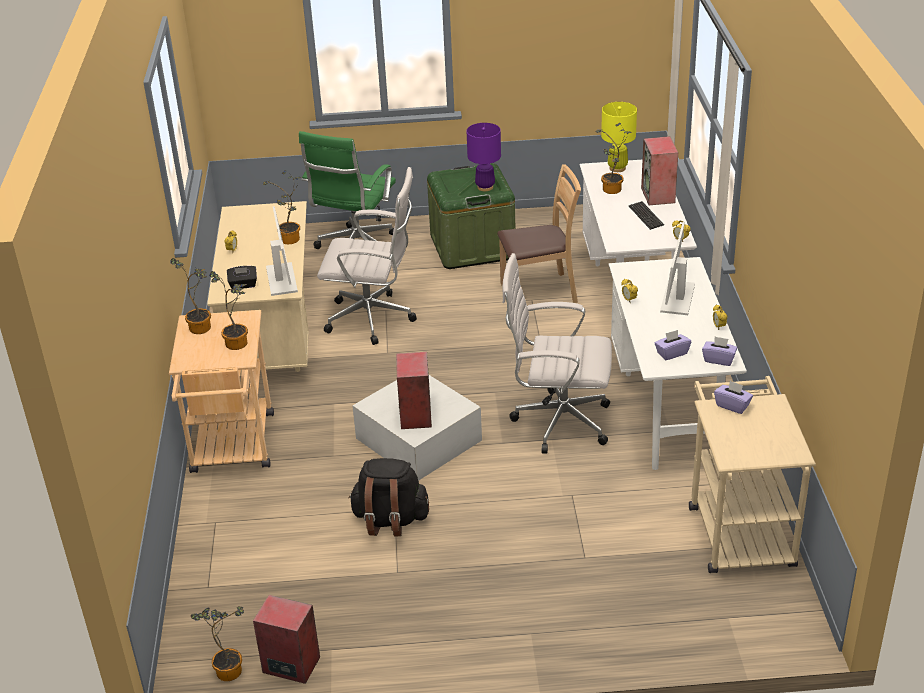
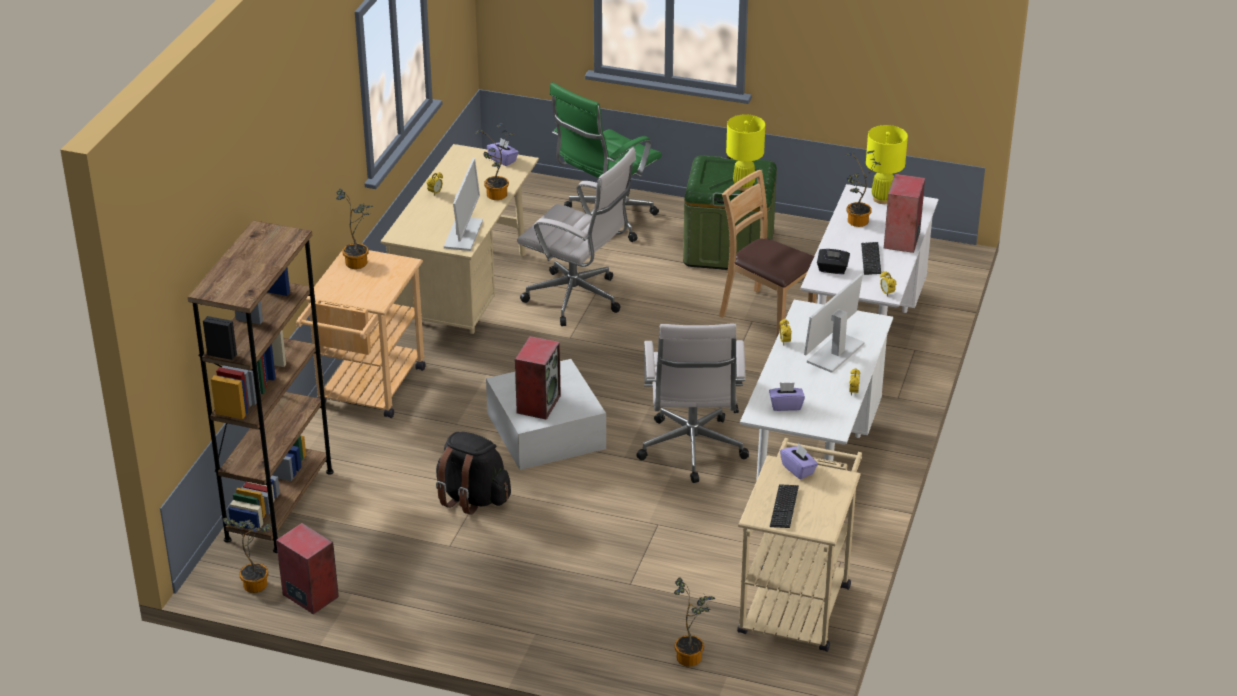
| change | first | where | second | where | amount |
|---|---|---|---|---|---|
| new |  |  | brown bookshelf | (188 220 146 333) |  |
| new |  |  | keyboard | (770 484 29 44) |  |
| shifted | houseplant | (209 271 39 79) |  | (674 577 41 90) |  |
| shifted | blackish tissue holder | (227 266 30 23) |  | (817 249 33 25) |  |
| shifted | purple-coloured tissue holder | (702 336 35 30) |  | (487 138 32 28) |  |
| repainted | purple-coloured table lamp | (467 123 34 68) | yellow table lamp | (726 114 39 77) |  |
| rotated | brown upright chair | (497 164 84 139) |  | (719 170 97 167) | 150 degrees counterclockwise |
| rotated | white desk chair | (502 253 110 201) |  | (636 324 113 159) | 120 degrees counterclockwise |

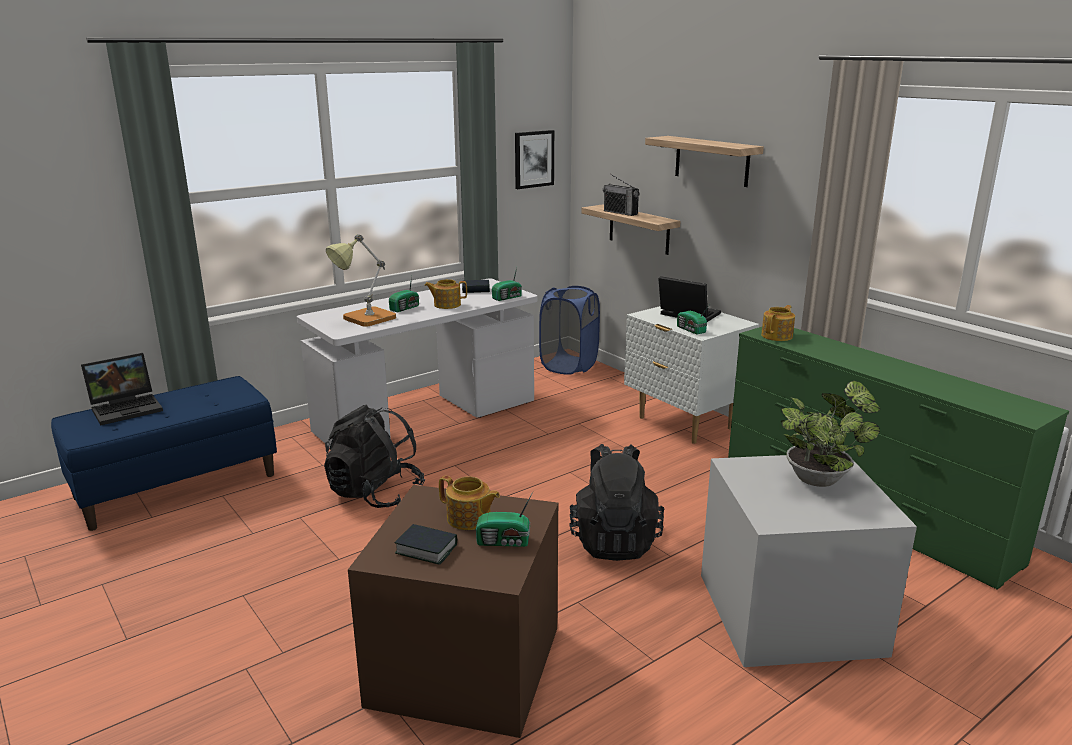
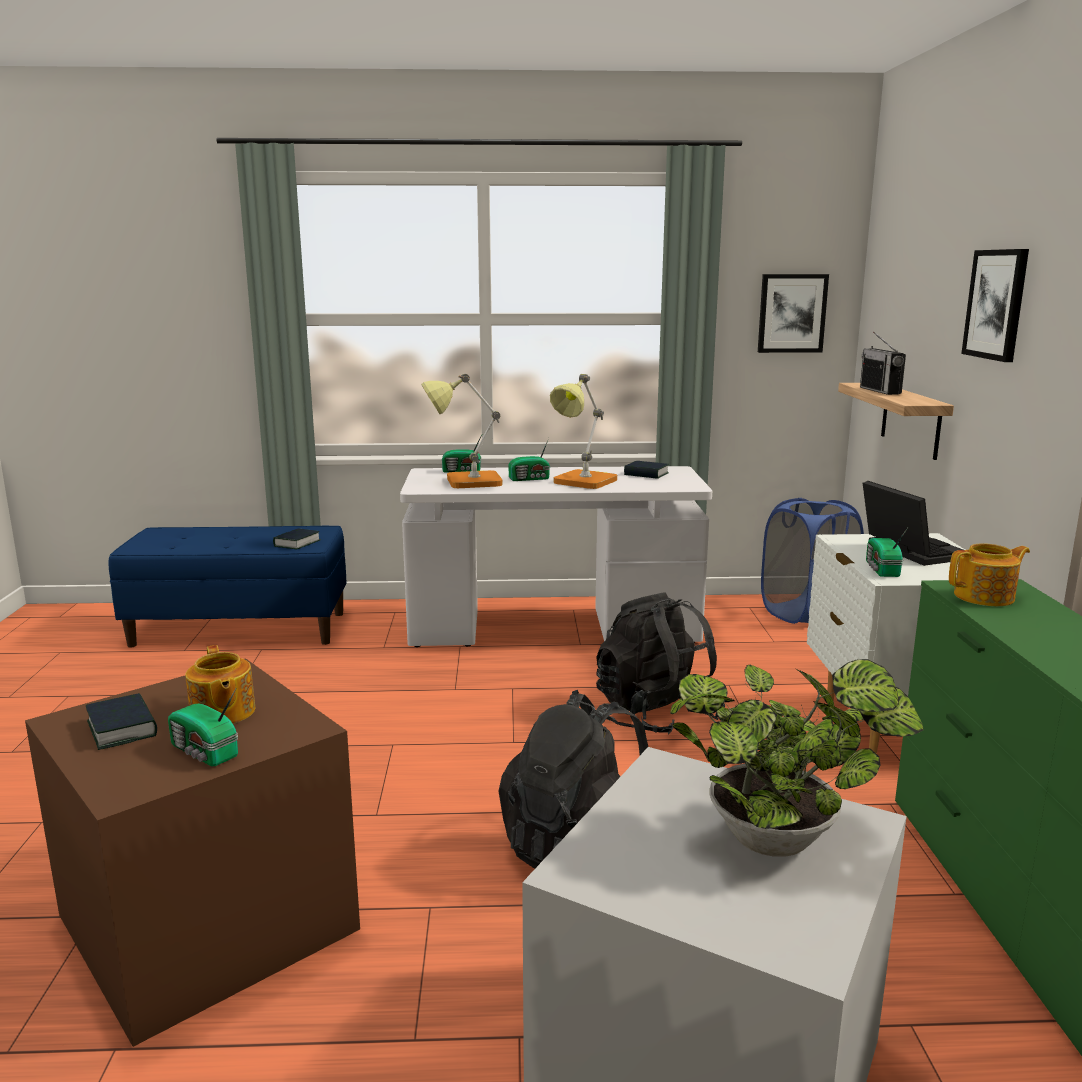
| change | first | where | second | where | amount |
|---|---|---|---|---|---|
| gone | notebook computer | (81 353 82 72) |  |  |  |
| new |  |  | volume | (273 528 48 21) |  |
| shifted | blackish rucksack | (324 405 101 103) |  | (596 592 129 143) |  |
| shifted | radio receiver | (492 267 30 34) |  | (442 433 41 40) |  |
| swapped | teapot | (424 279 43 30) | table lamp | (550 374 67 115) |  |
| swapped | shelf | (645 136 119 51) | picture | (961 249 68 113) |  |

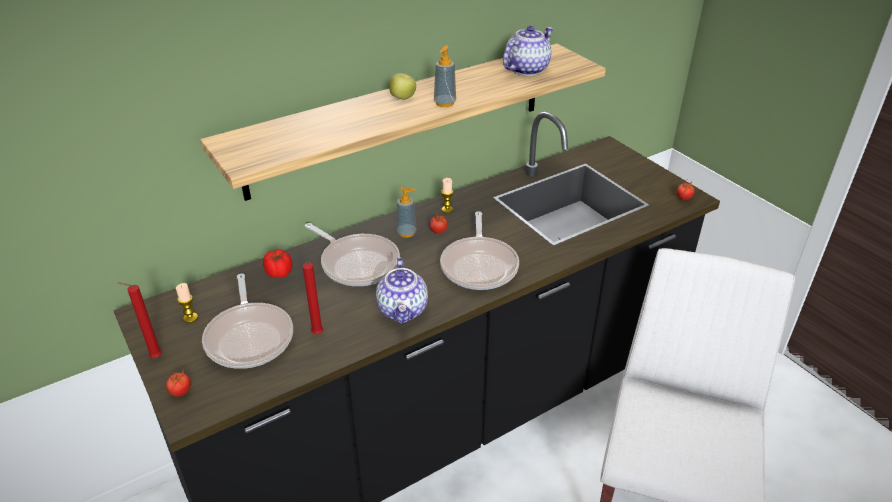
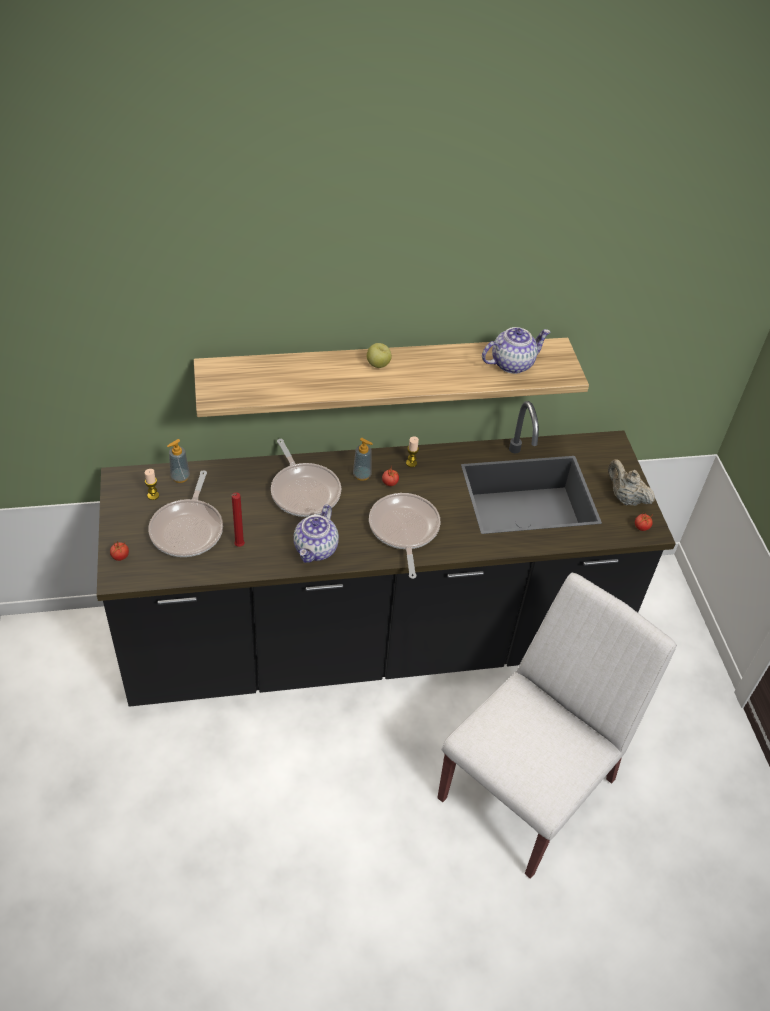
| change | first | where | second | where | amount |
|---|---|---|---|---|---|
| gone | red candle | (118 282 44 76) |  |  |  |
| gone | whole tomato | (263 249 29 29) |  |  |  |
| new |  |  | sand-coloured teapot | (608 459 47 47) |  |
| shifted | soap dispenser | (434 46 22 61) |  | (167 439 23 44) |  |
| rotated | pan | (440 211 79 79) |  | (369 493 71 86) | 150 degrees clockwise |

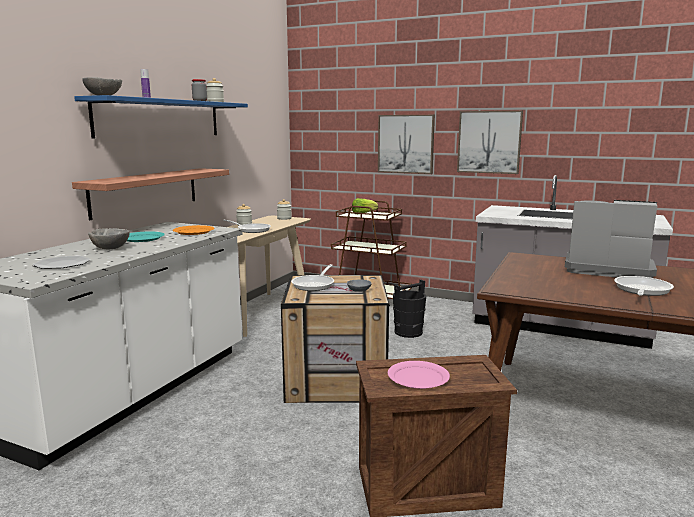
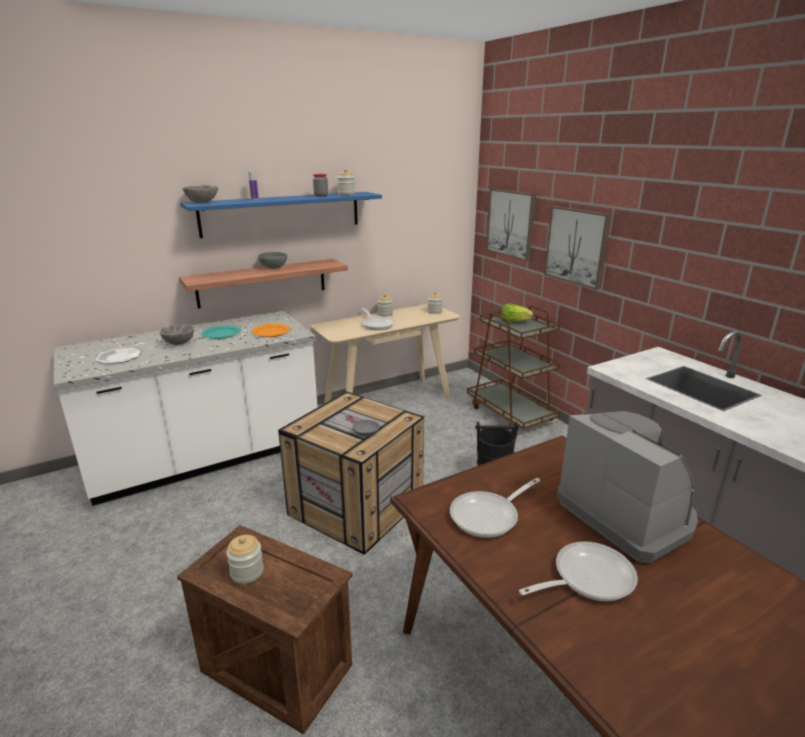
| change | first | where | second | where | amount |
|---|---|---|---|---|---|
| new |  |  | greyish deep dish | (258 252 29 17) |  |
| shifted | pan | (291 264 43 27) |  | (450 478 91 60) |  |
| shifted | picture | (457 111 66 63) |  | (486 189 50 72) |  |
| swapped | pinkish dinner plate | (388 361 62 28) | jar | (226 535 38 49) |  |

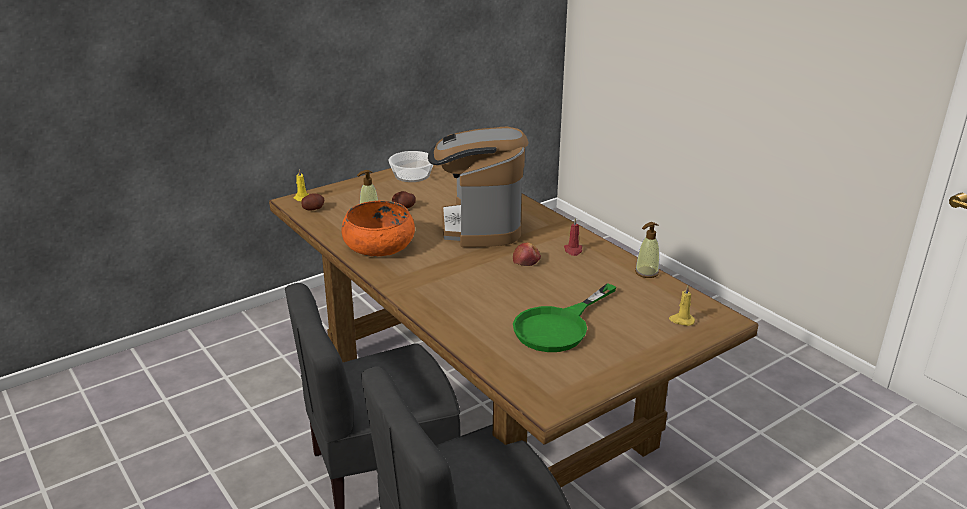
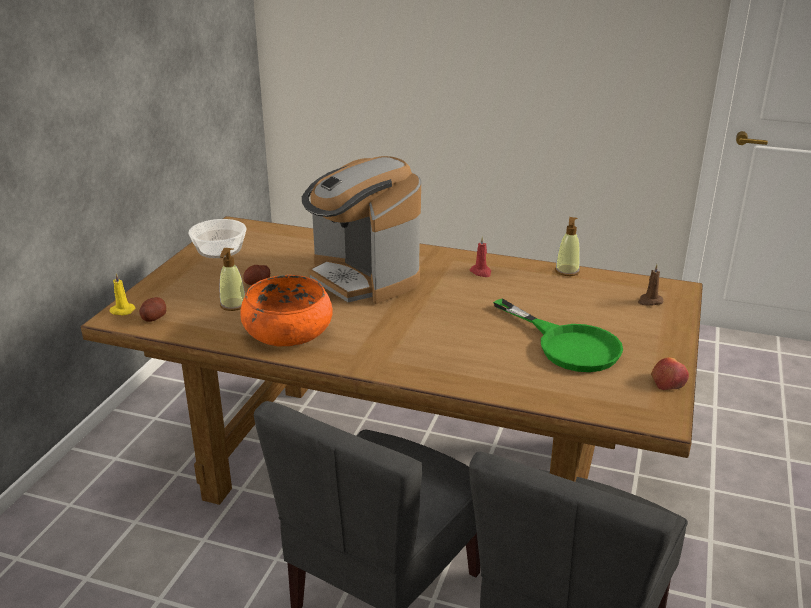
| change | first | where | second | where | amount |
|---|---|---|---|---|---|
| shifted | apple fruit | (513 242 28 24) |  | (651 357 38 33) |  |
| repainted | yellow candle | (669 285 26 41) | brown candle | (638 264 25 42) |  |
| rotated | green pan | (513 283 104 69) |  | (493 298 130 74) | 45 degrees counterclockwise |

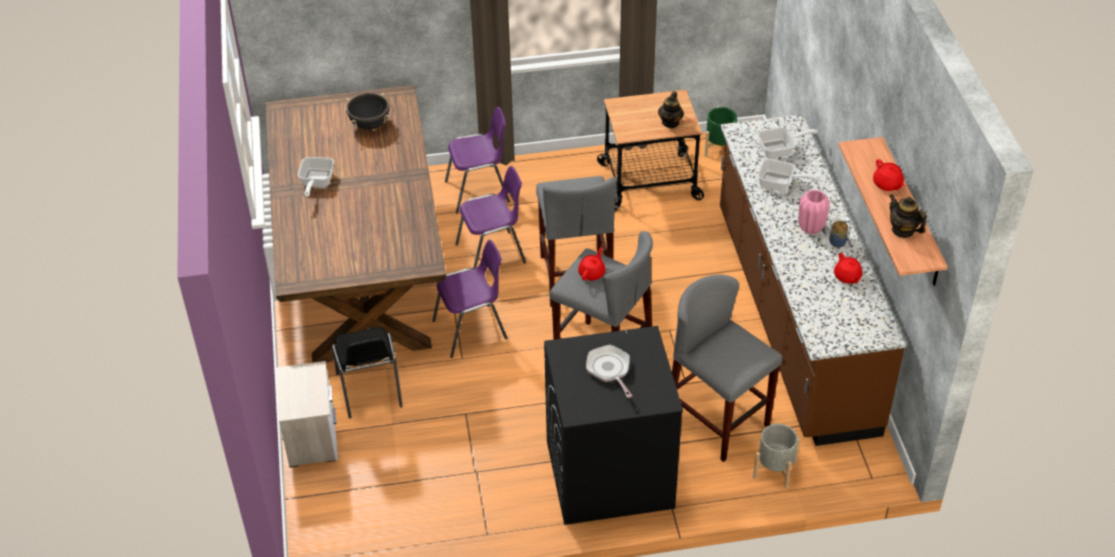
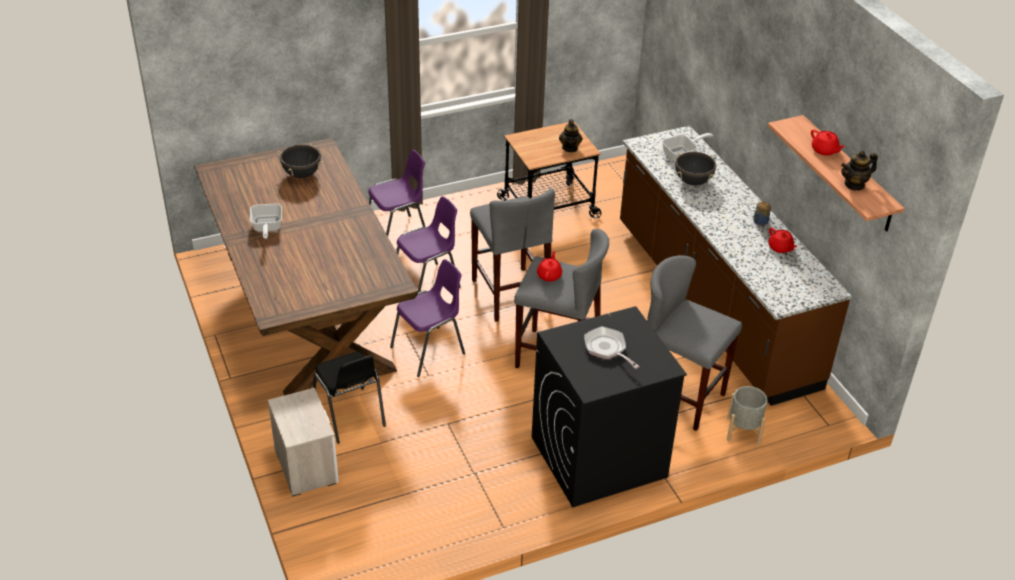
| change | first | where | second | where | amount |
|---|---|---|---|---|---|
| gone | green planter | (704 107 33 50) |  |  |  |
| gone | pinkish vase | (798 190 32 45) |  |  |  |
| swapped | pan | (758 159 62 32) | blackish stockpot | (675 152 41 33) |  |
| rotated | teapot | (889 194 38 44) |  | (841 151 37 39) | 60 degrees counterclockwise |

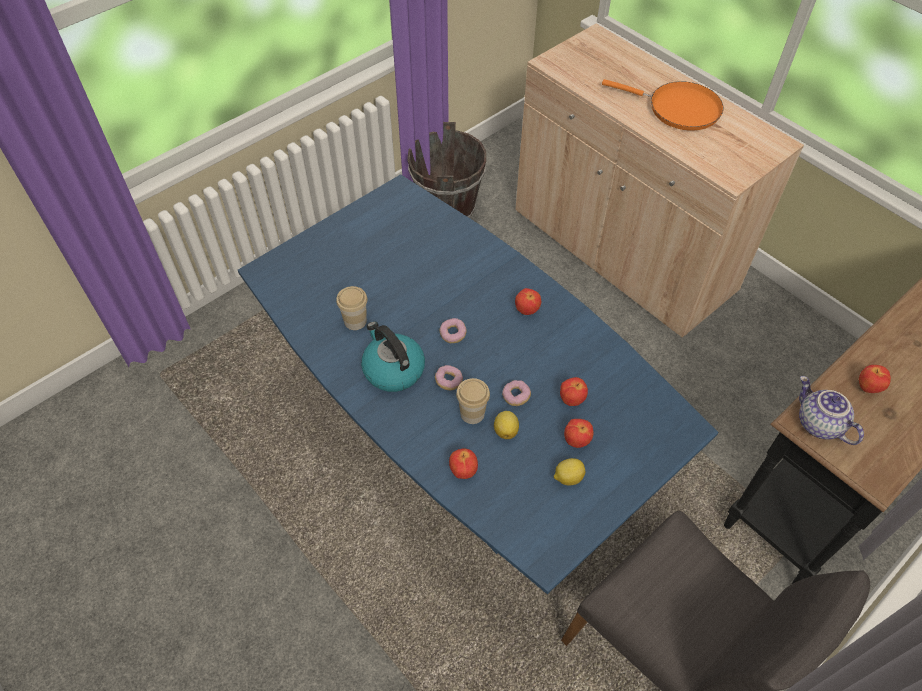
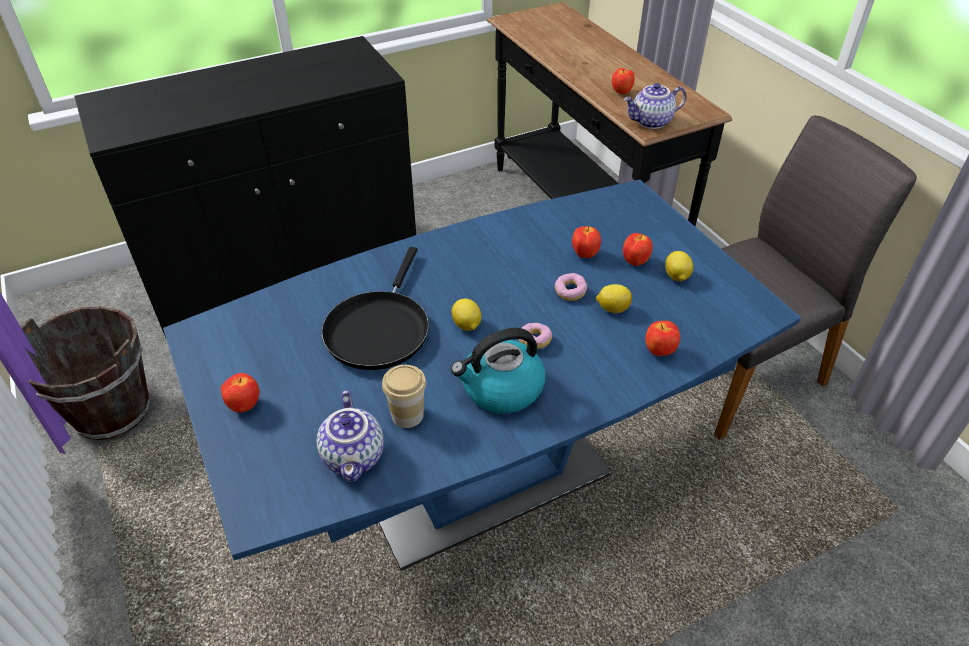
| change | first | where | second | where | amount |
|---|---|---|---|---|---|
| gone | drinking cup | (456 378 34 46) |  |  |  |
| gone | orange-coloured pan | (602 79 122 51) |  |  |  |
| new |  |  | teapot | (317 390 67 92) |  |
| new |  |  | blackish pan | (321 247 108 123) |  |
| shifted | apple fruit | (515 288 26 27) |  | (221 373 39 39) |  |
| swapped | ring doughnut | (440 318 27 25) | citrus fruit | (452 299 29 32) |  |
| repainted | sand-coloured storage cabinet | (515 24 289 313) | blackish storage cabinet | (74 36 342 302) |  |

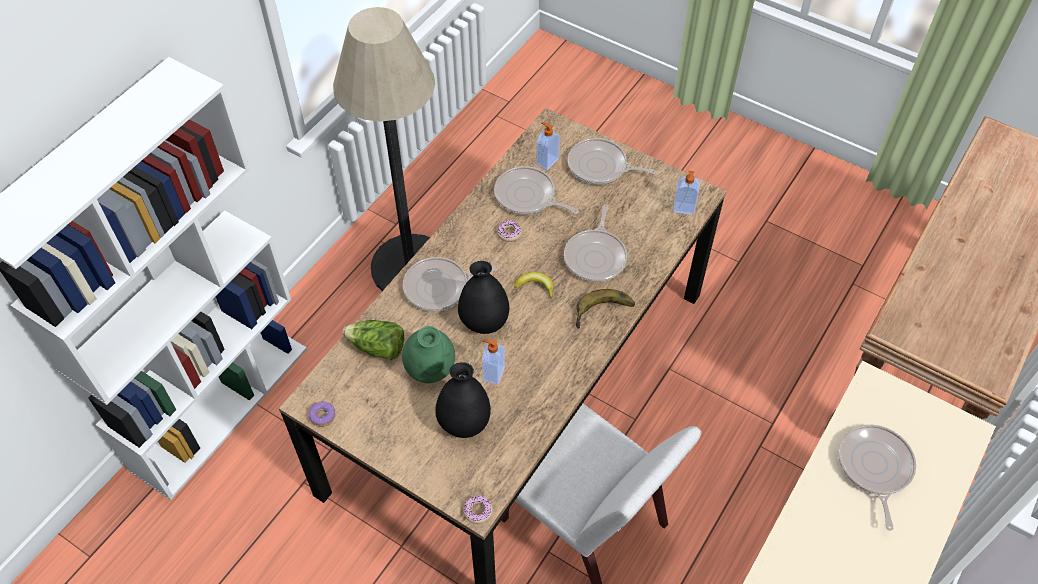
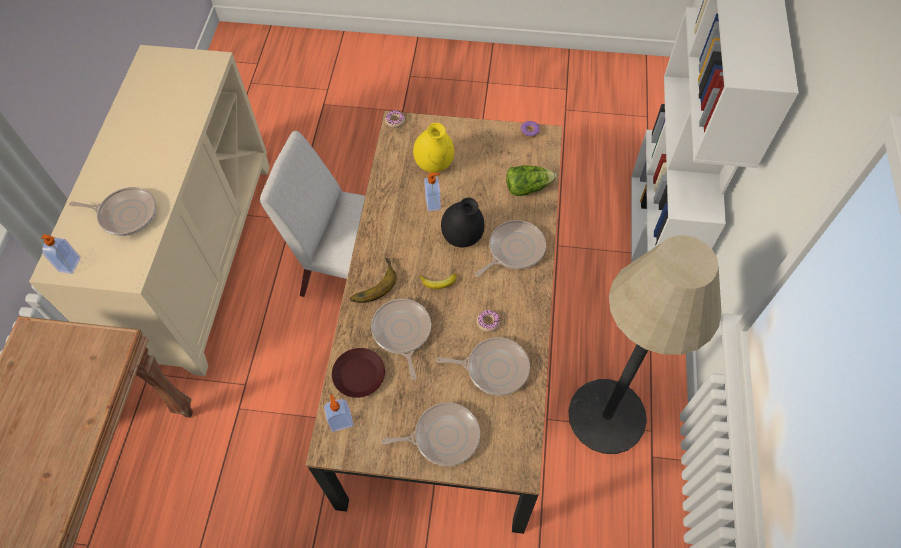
| change | first | where | second | where | amount |
|---|---|---|---|---|---|
| gone | green vase | (402 326 53 57) |  |  |  |
| new |  |  | brown dinner plate | (332 348 53 50) |  |
| shifted | soap dispenser | (536 122 24 48) |  | (41 234 40 40) |  |
| repainted | blackish vase | (435 362 56 76) | yellow vase | (413 123 41 50) |  |
| rotated | pan | (838 425 78 106) |  | (69 187 87 49) | 60 degrees counterclockwise |

